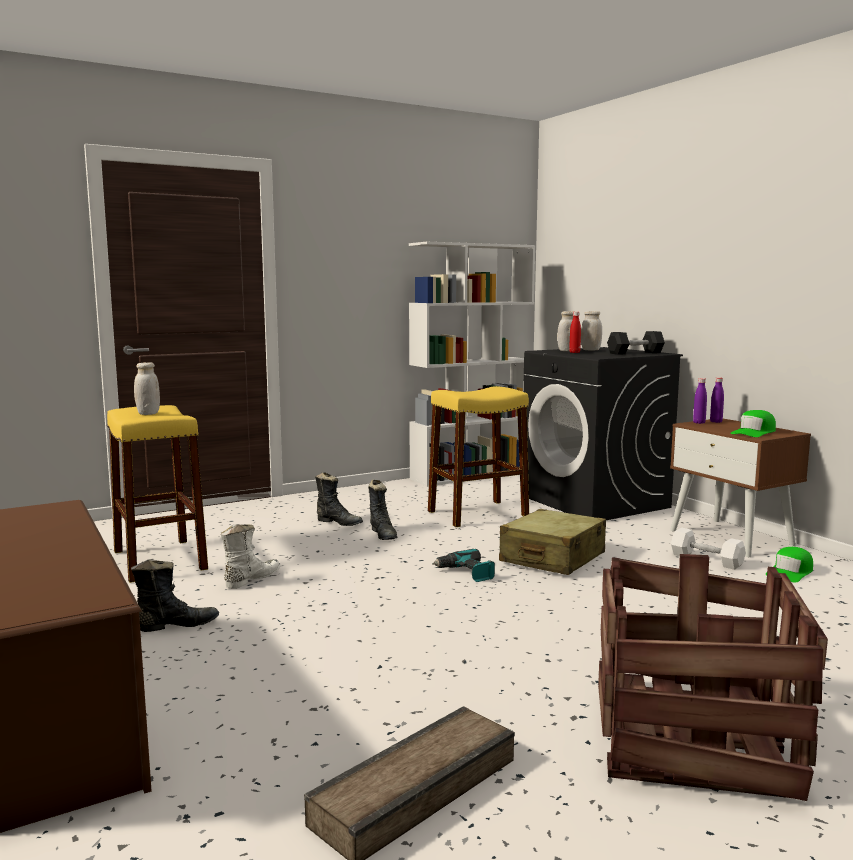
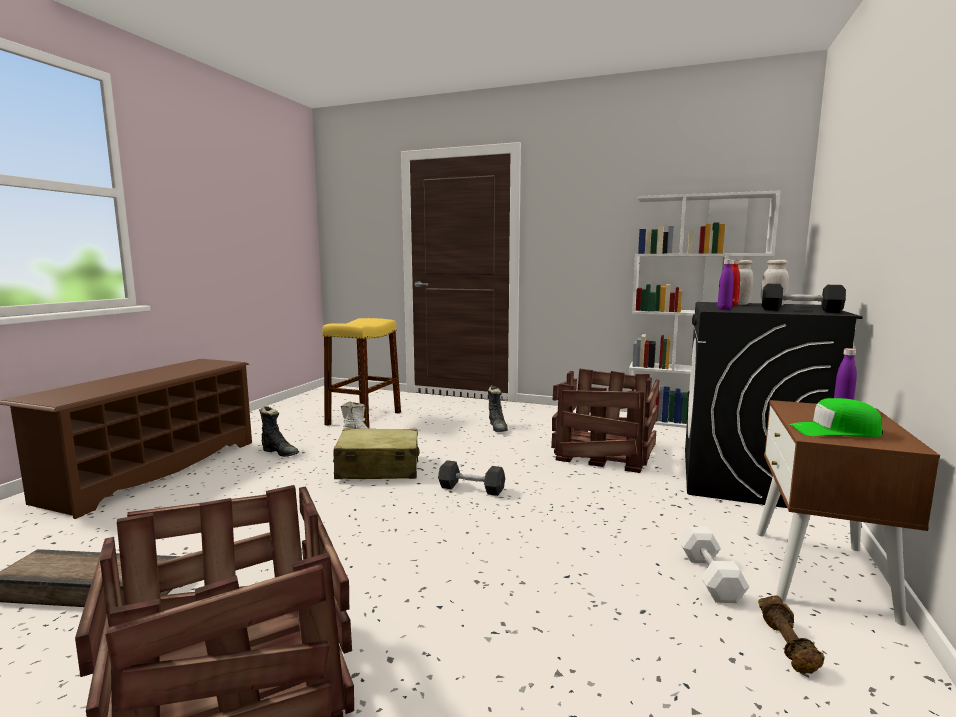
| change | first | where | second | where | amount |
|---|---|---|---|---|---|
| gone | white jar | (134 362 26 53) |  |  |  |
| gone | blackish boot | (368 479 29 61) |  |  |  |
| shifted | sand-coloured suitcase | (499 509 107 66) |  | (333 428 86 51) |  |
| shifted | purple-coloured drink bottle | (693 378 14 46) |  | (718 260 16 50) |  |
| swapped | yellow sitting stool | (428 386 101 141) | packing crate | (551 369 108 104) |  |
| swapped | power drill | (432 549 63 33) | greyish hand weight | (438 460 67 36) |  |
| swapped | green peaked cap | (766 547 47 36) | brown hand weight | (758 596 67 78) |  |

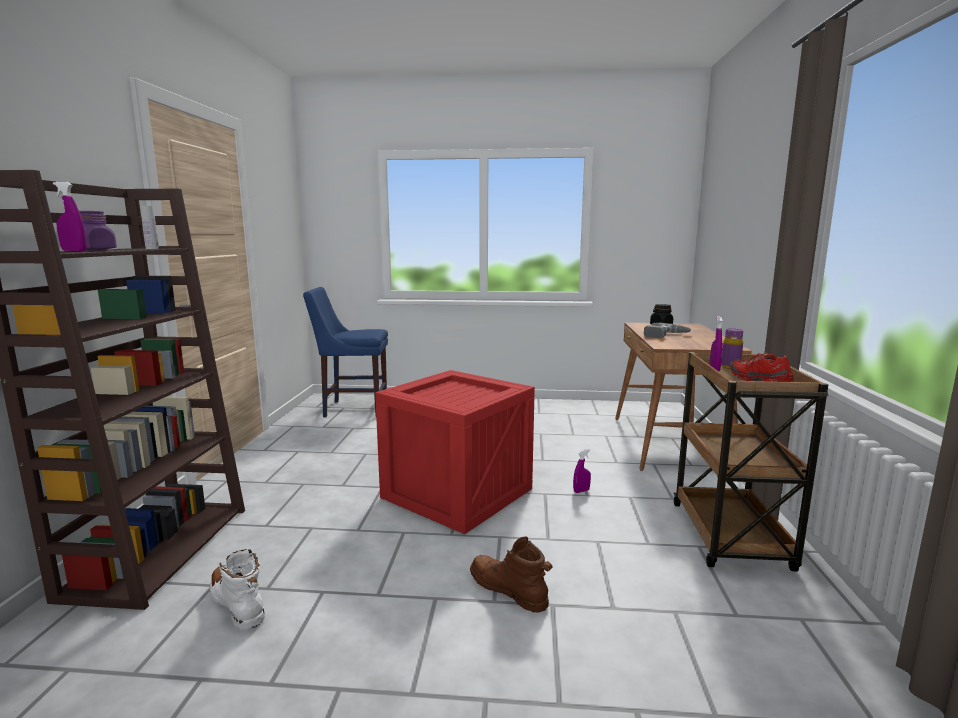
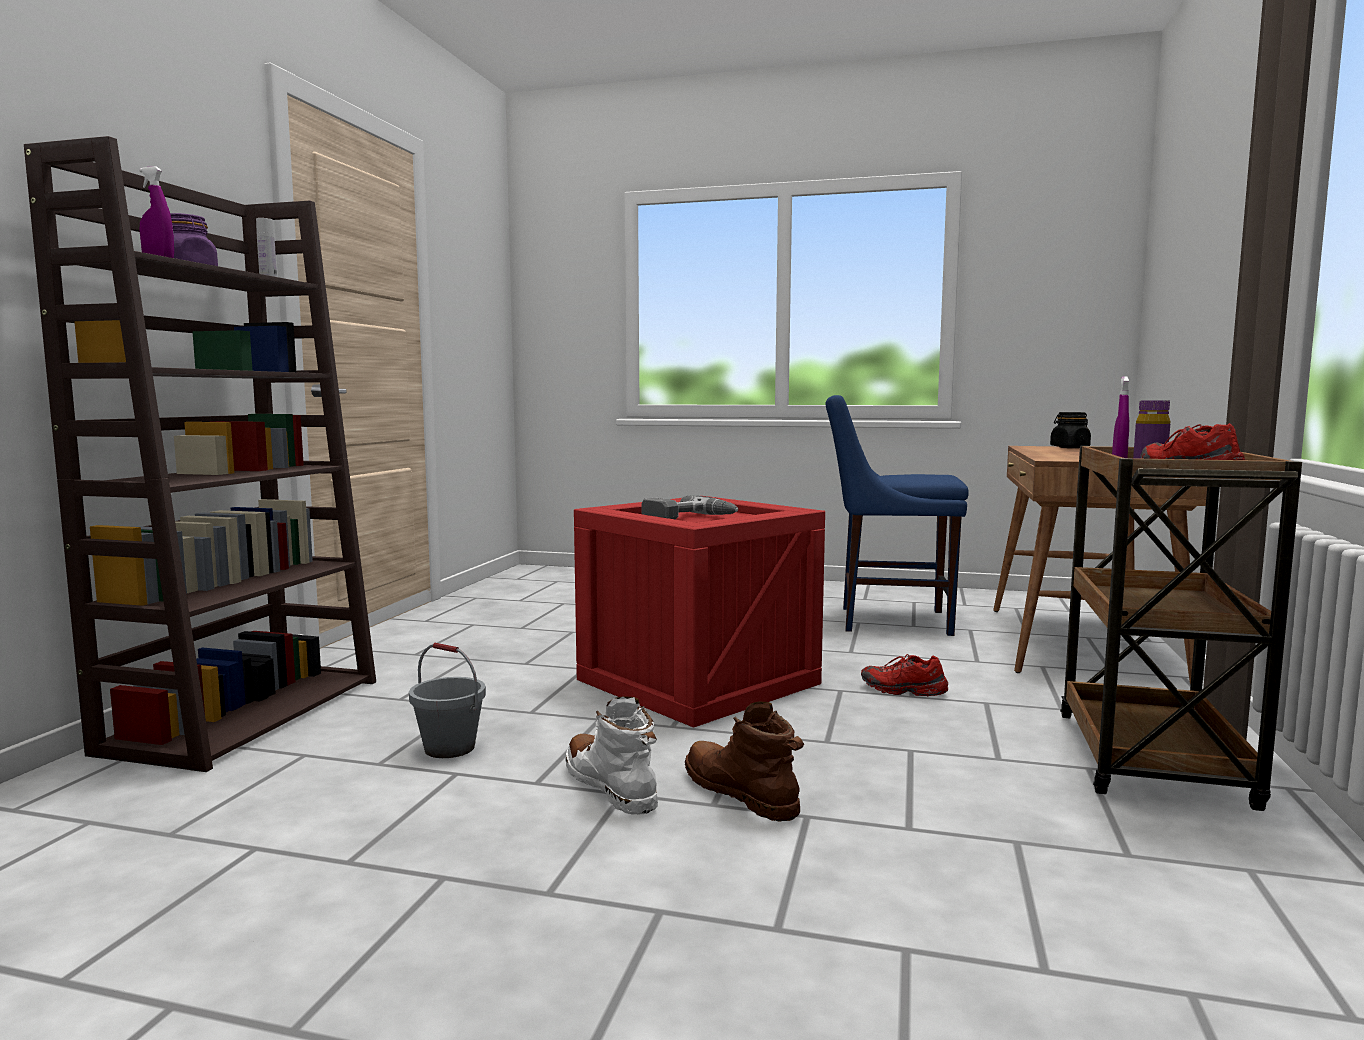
| change | first | where | second | where | amount |
|---|---|---|---|---|---|
| new |  |  | greyish water bucket | (409 643 77 115) |  |
| shifted | white boot | (210 549 55 81) |  | (565 696 93 119) |  |
| shifted | bluish upright chair | (303 287 85 130) |  | (826 395 143 241) |  |
| shifted | power drill | (644 323 48 15) |  | (642 495 96 25) |  |
| swapped | purple-coloured sprayer | (573 449 18 44) | red shoe | (861 654 87 42) |  |

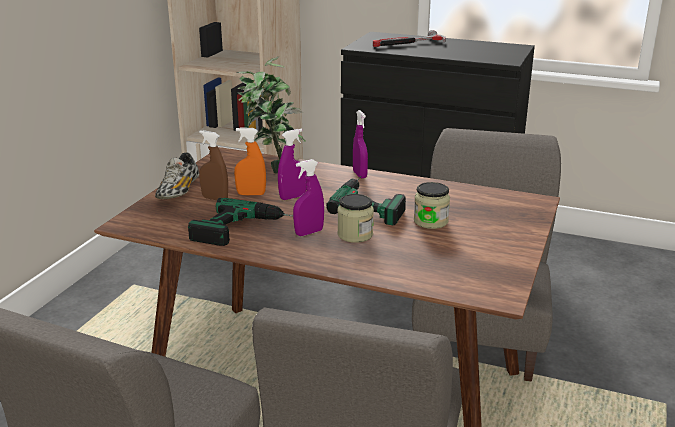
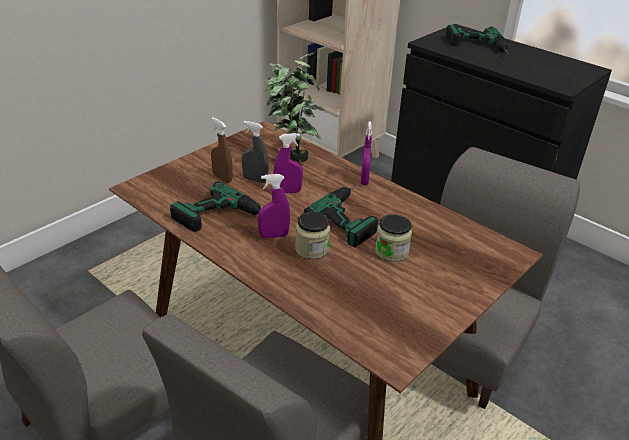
| change | first | where | second | where | amount |
|---|---|---|---|---|---|
| gone | shoe | (155 152 44 47) |  |  |  |
| swapped | hand hammer | (373 30 73 17) | power drill | (446 25 62 28) |  |
| repainted | orange-coloured sprayer | (234 128 32 67) | greyish sprayer | (242 121 27 62) |  |

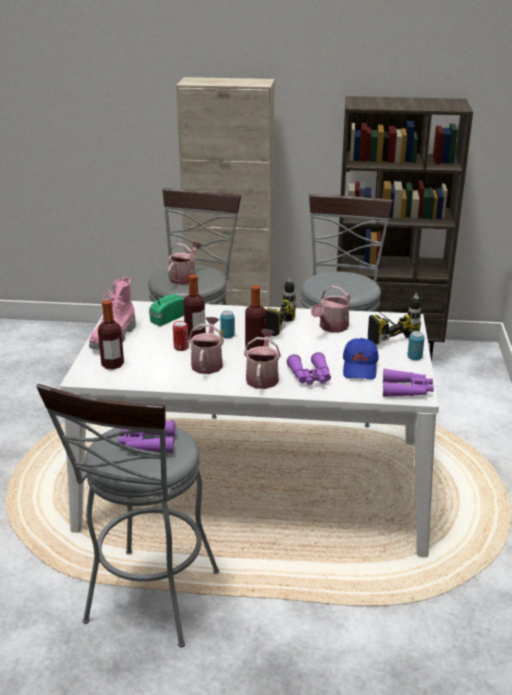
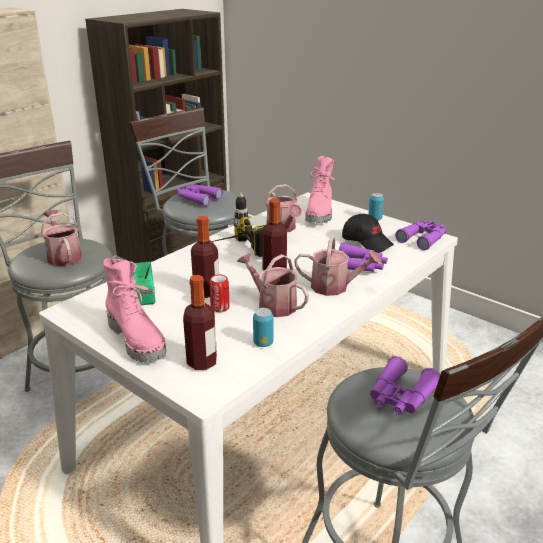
| change | first | where | second | where | amount |
|---|---|---|---|---|---|
| new |  |  | purple-coloured pair of binoculars | (177 184 46 23) |  |
| shifted | metal can | (220 310 15 28) |  | (253 308 20 39) |  |
| swapped | power drill | (368 293 53 52) | pinkish boot | (305 156 30 67) |  |
| repainted | bluish peaked cap | (343 338 35 42) | blackish peaked cap | (342 214 52 39) |  |
| rotated | watering can | (244 329 37 60) |  | (294 236 88 60) | 150 degrees clockwise |

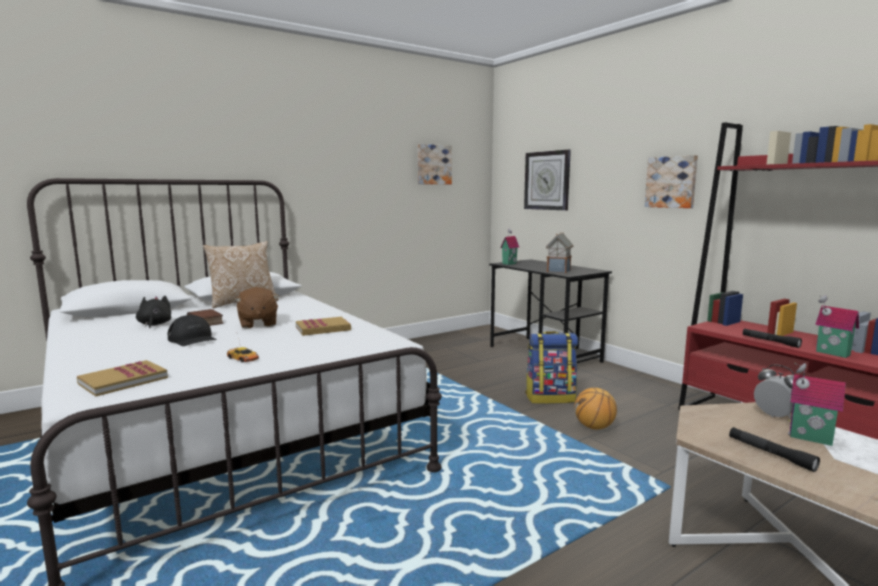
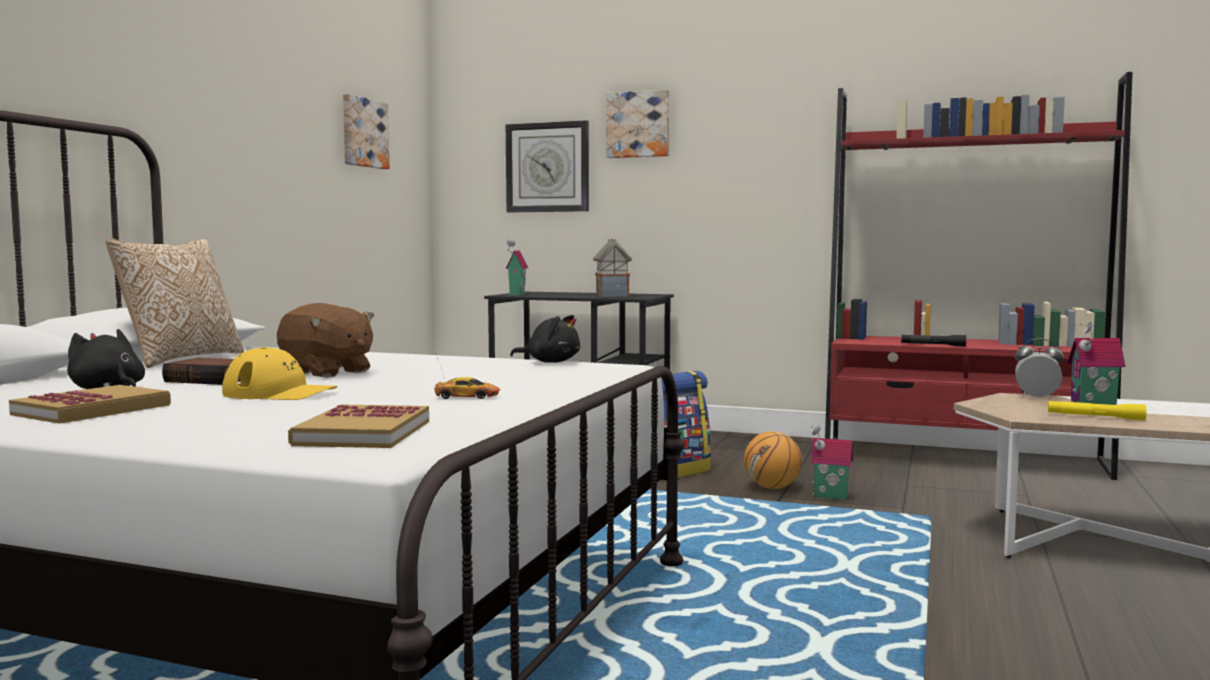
| change | first | where | second | where | amount |
|---|---|---|---|---|---|
| new |  |  | blackish cuddly toy | (510 315 70 48) |  |
| shifted | volume | (296 317 55 19) |  | (9 385 162 39) |  |
| shifted | picture | (645 155 53 53) |  | (606 89 63 69) |  |
| shifted | toy house | (815 295 44 63) |  | (811 425 42 75) |  |
| repainted | blackish peaked cap | (168 315 49 31) | yellow peaked cap | (222 347 115 53) |  |
| repainted | blackish flashlight | (729 427 91 45) | yellow flashlight | (1048 401 98 20) |  |

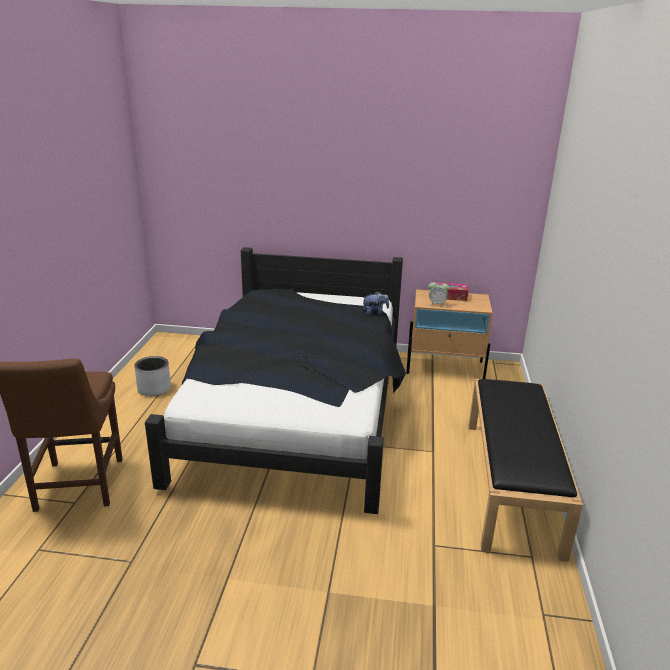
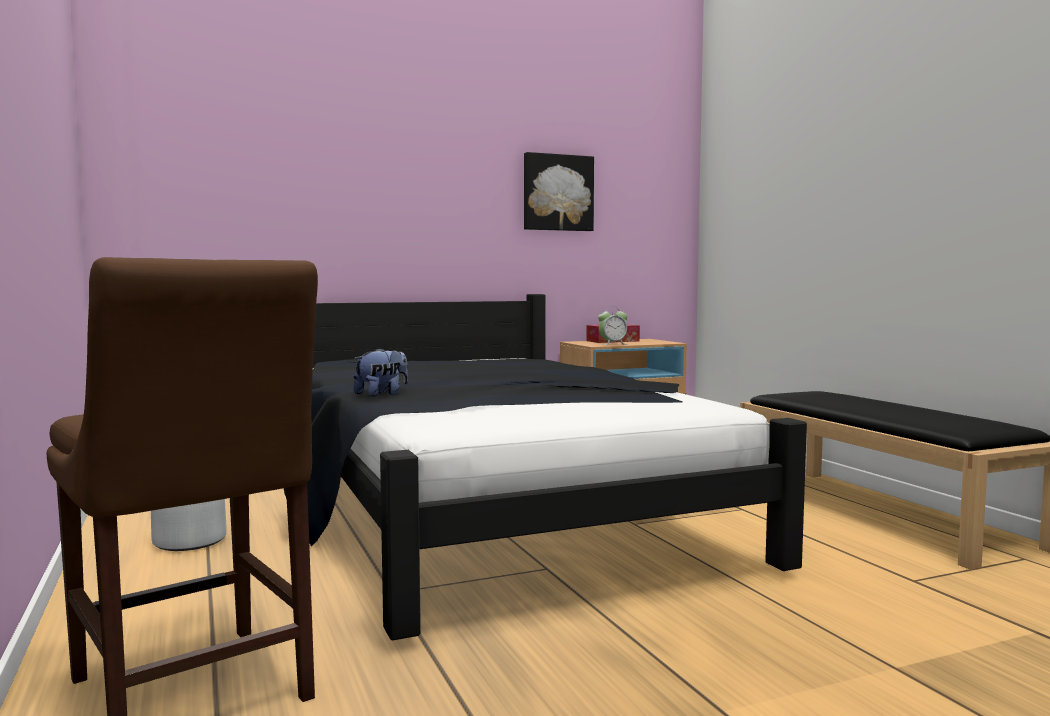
| change | first | where | second | where | amount |
|---|---|---|---|---|---|
| new |  |  | picture | (524 152 70 79) |  |
| shifted | cuddly toy | (362 291 27 24) |  | (353 348 55 49) |  |

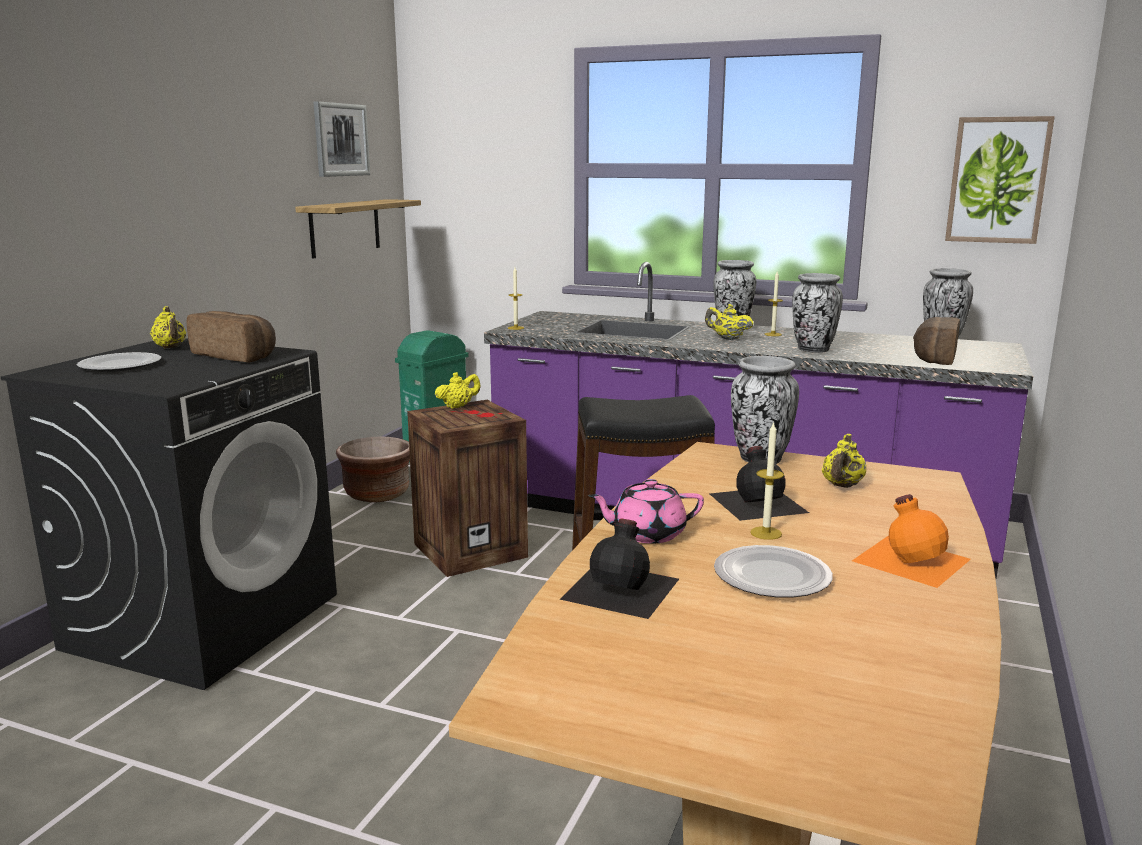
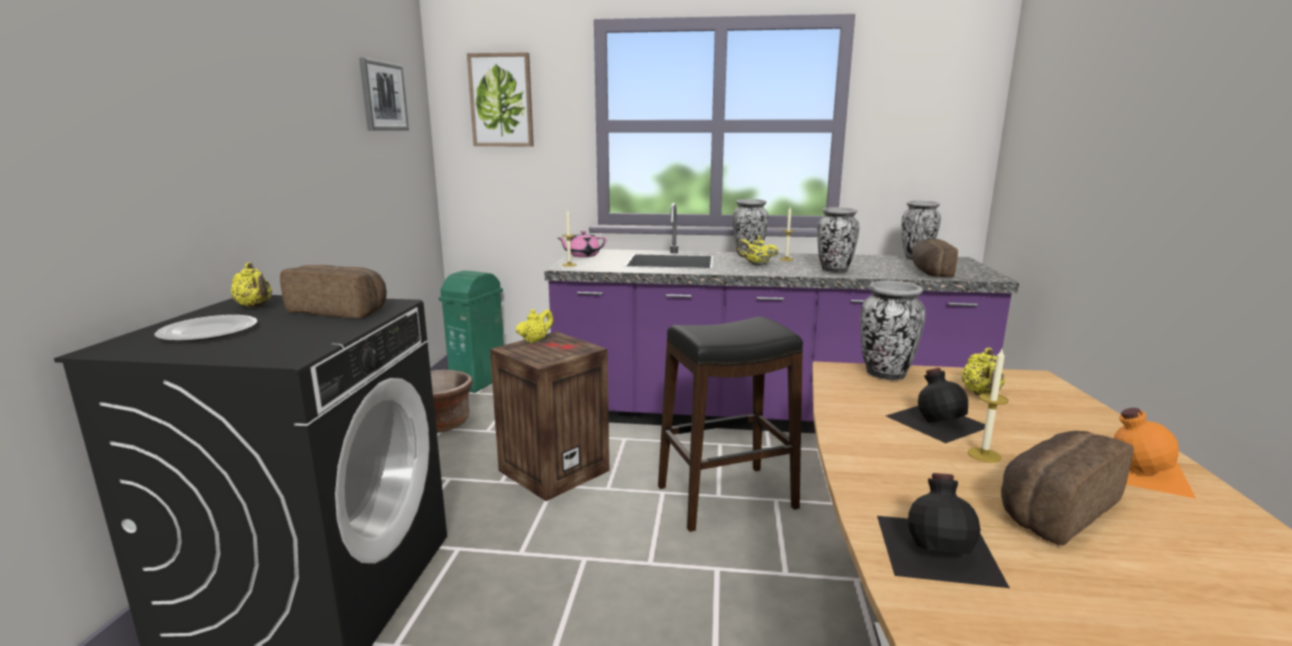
| change | first | where | second | where | amount |
|---|---|---|---|---|---|
| gone | shelf | (295 199 126 60) |  |  |  |
| shifted | pinkish teapot | (588 479 116 65) |  | (558 231 48 26) |  |
| shifted | picture | (945 116 110 128) |  | (467 52 67 94) |  |
| swapped | dinner plate | (714 545 119 53) | bread | (1001 431 133 115) |  |

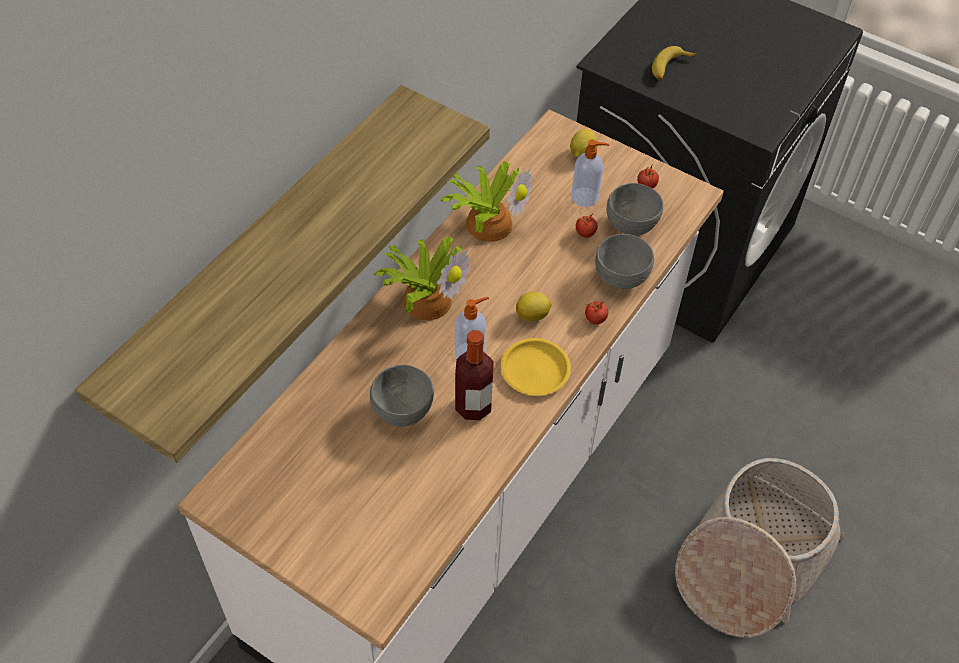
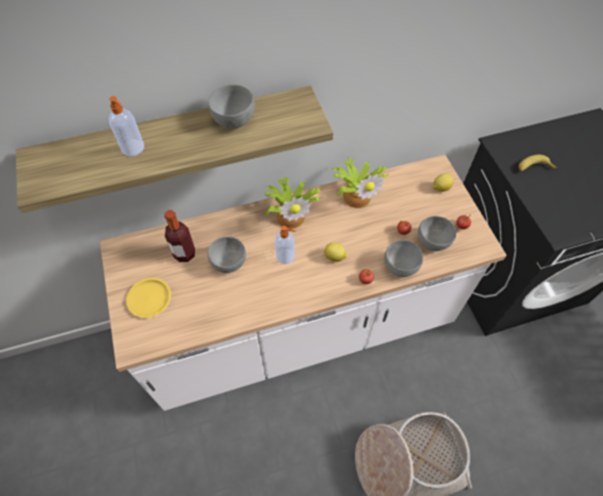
| change | first | where | second | where | amount |
|---|---|---|---|---|---|
| new |  |  | greyish deep dish | (208 84 47 45) |  |
| shifted | drink bottle | (455 330 39 90) |  | (165 210 30 52) |  |
| shifted | yellow dinner plate | (501 338 70 58) |  | (126 278 45 40) |  |
| shifted | soap dispenser | (571 140 38 67) |  | (109 96 35 60) |  |

